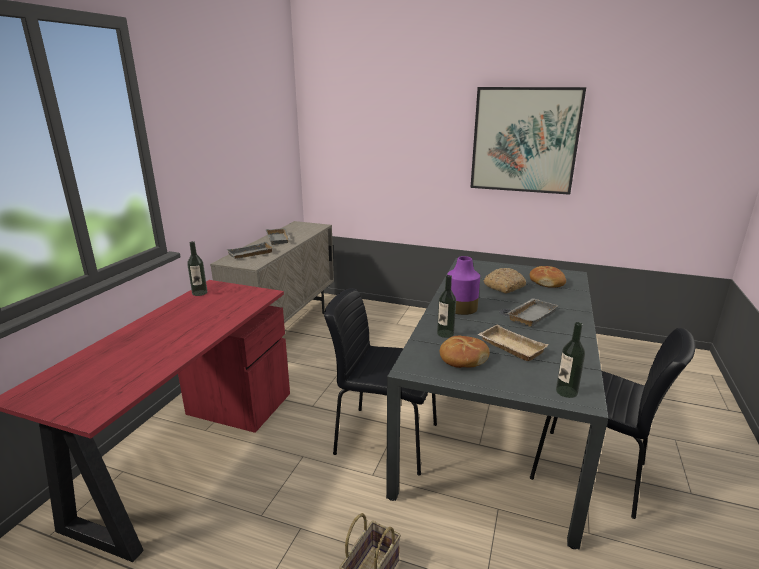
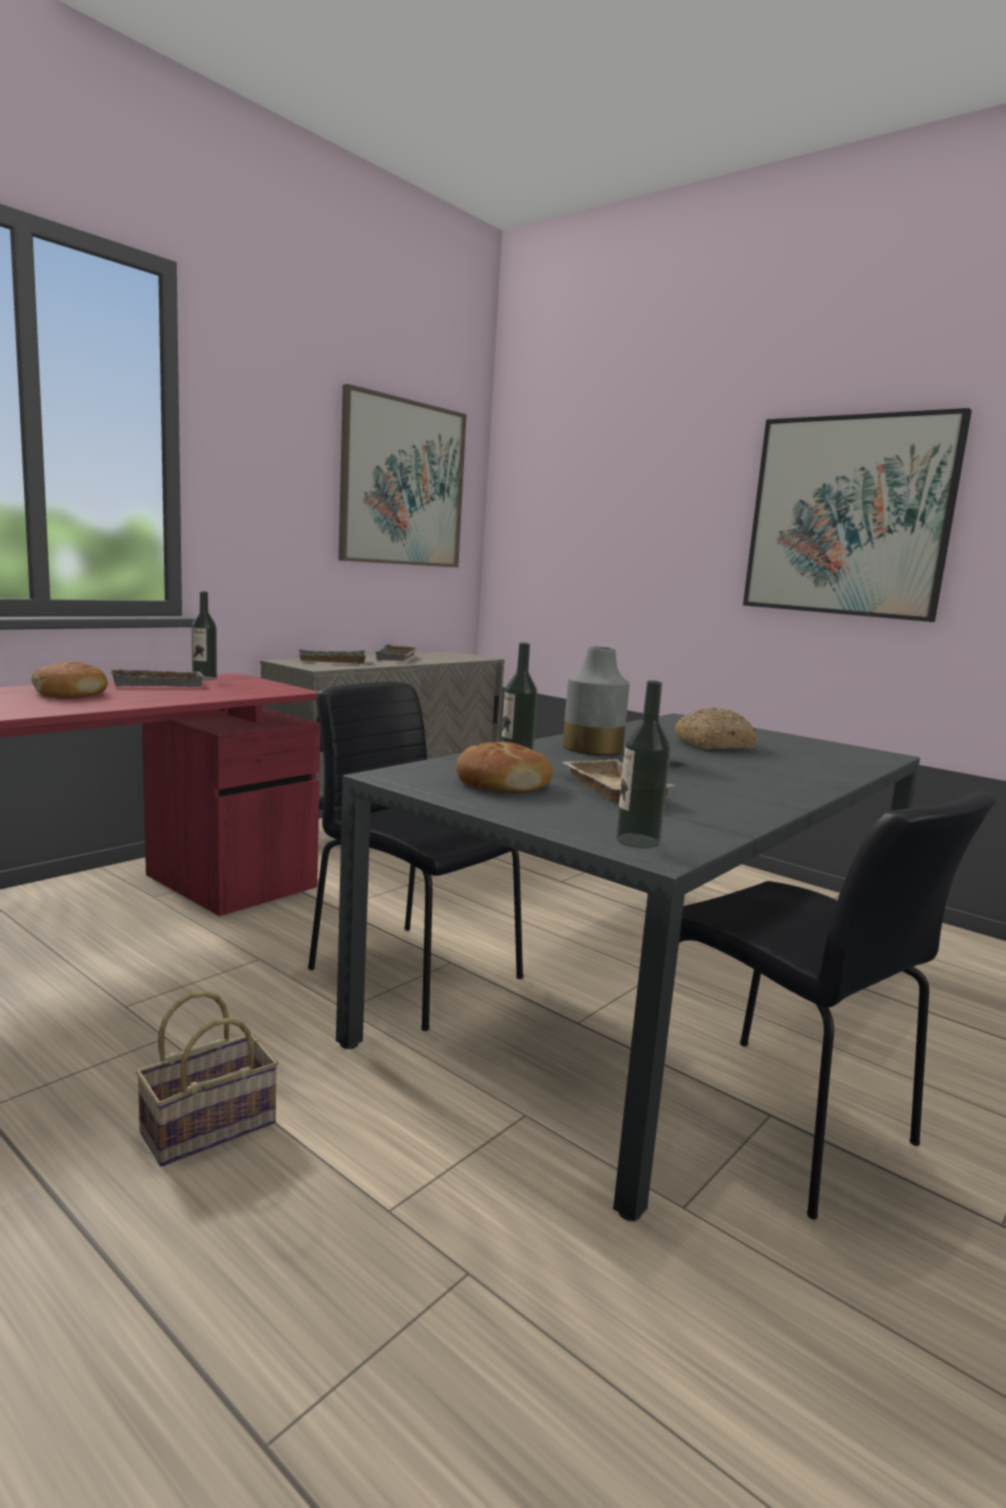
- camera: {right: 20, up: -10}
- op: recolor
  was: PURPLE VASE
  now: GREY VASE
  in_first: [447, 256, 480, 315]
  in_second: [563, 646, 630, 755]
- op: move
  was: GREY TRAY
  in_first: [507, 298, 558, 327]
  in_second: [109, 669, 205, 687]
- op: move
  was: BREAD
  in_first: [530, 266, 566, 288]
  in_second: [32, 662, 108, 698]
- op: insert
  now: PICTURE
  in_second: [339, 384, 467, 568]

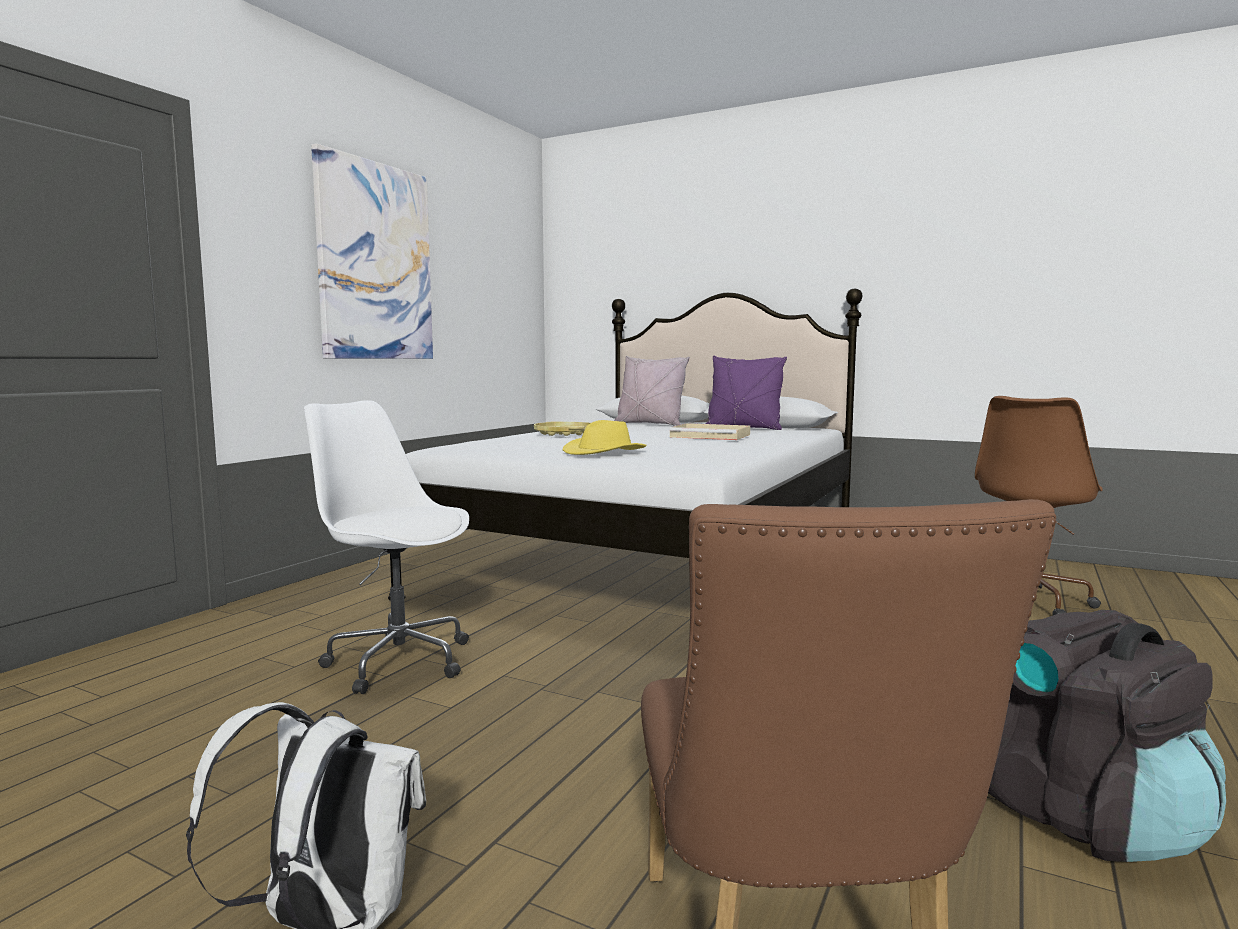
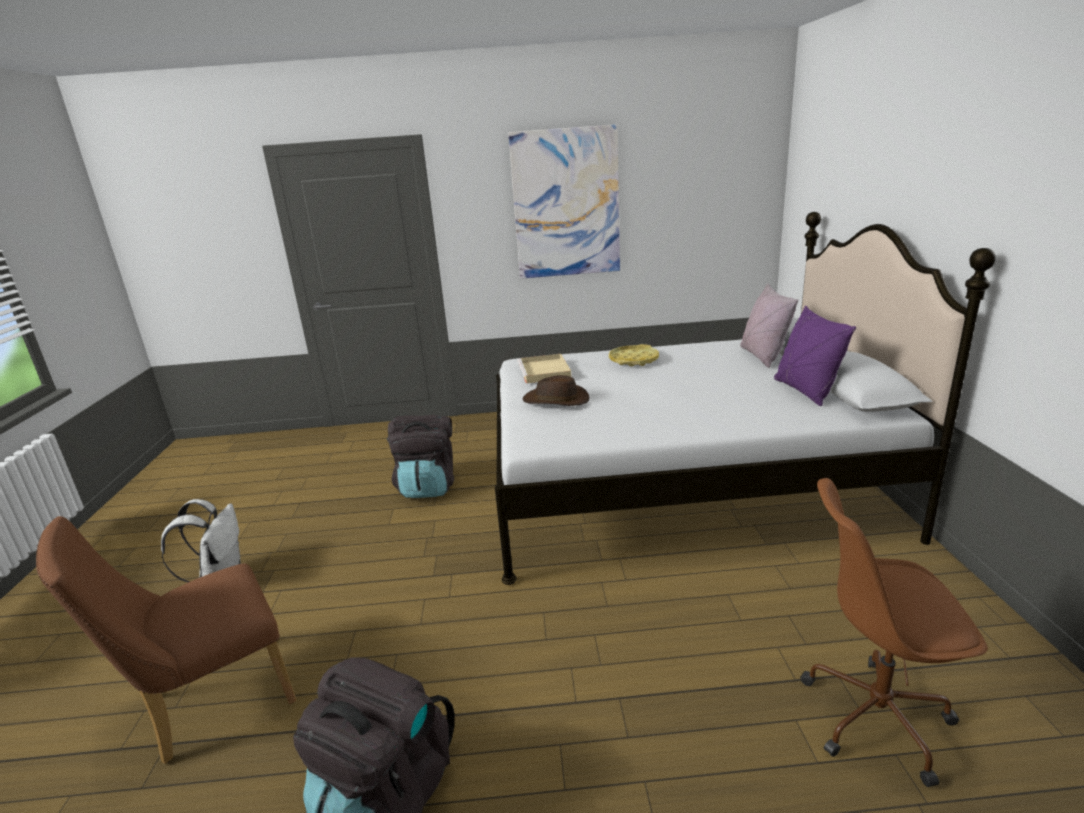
- camera: {right: 60, up: 15}
- op: replace
  was: WHITE OFFICE CHAIR
  now: BLACK BACKPACK
  in_first: [304, 400, 469, 694]
  in_second: [387, 415, 454, 498]
- op: recolor
  was: YELLOW HAT
  now: BROWN HAT
  in_first: [563, 420, 647, 455]
  in_second: [523, 375, 590, 406]
- op: move
  was: BEIGE TRAY
  in_first: [669, 423, 750, 440]
  in_second: [518, 354, 571, 384]

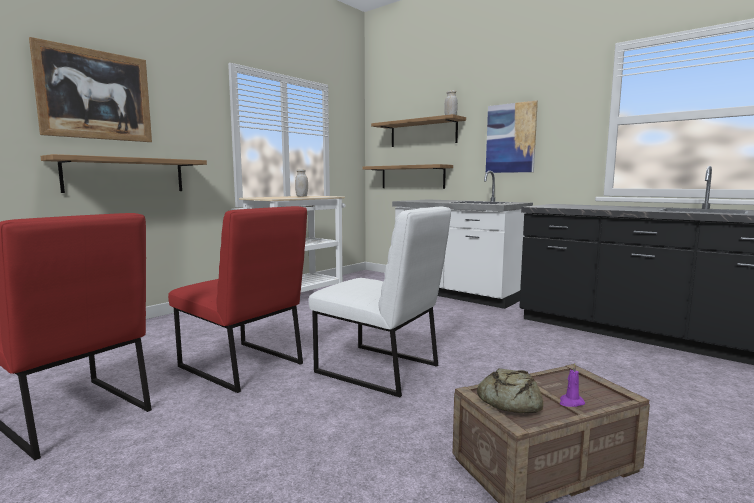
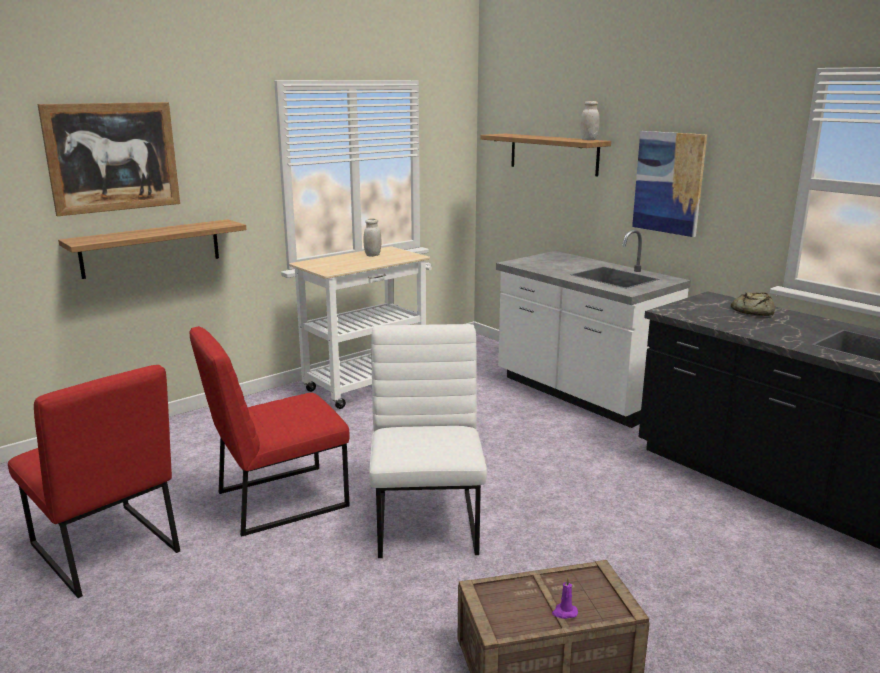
- camera: {right: 10, up: 10}
- op: rotate
  was: RED CHAIR
  in_first: [168, 206, 307, 393]
  in_second: [190, 326, 350, 537]
  clockwise: 105
- op: rotate
  was: WHITE CHAIR
  in_first: [309, 207, 451, 397]
  in_second: [369, 324, 487, 558]
  clockwise: -135
- op: delete
  was: SHELF
  in_first: [363, 164, 453, 189]
- op: move
  was: BREAD
  in_first: [477, 368, 543, 413]
  in_second: [731, 292, 775, 316]

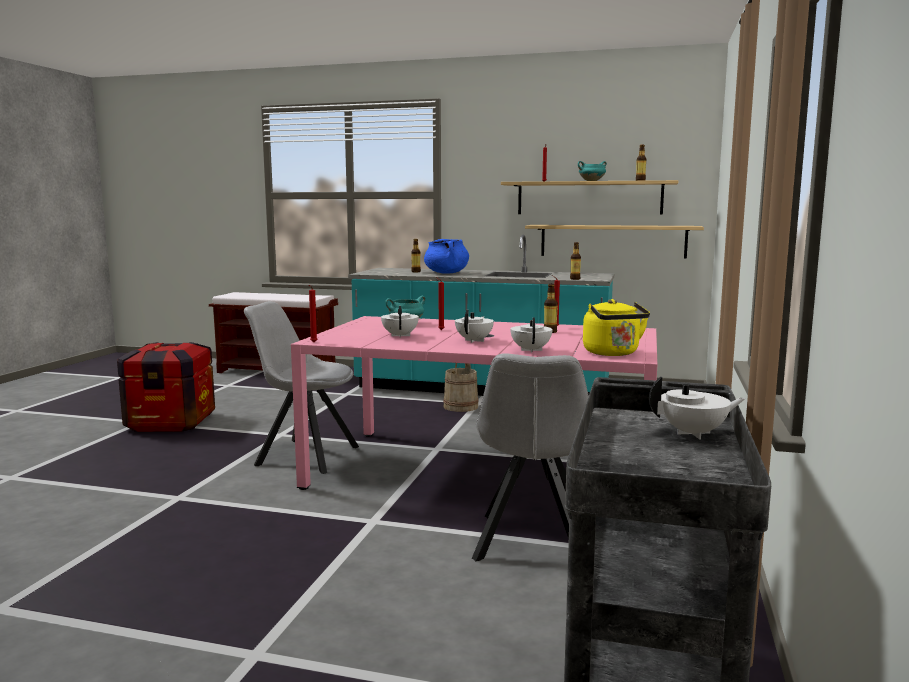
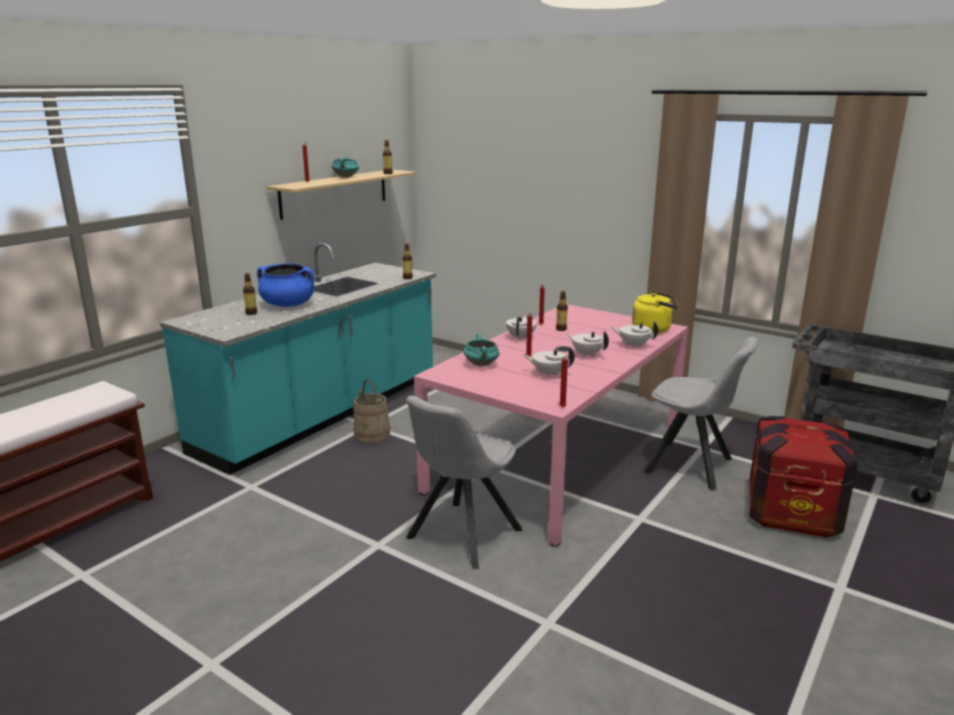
- camera: {right: -70, up: 10}
- op: move
  was: CRATE
  in_first: [117, 342, 215, 432]
  in_second: [749, 416, 858, 537]
- op: delete
  was: SHELF
  in_first: [525, 225, 704, 258]
- op: move
  was: WHITE TEAPOT
  in_first: [649, 377, 746, 439]
  in_second: [506, 316, 537, 340]

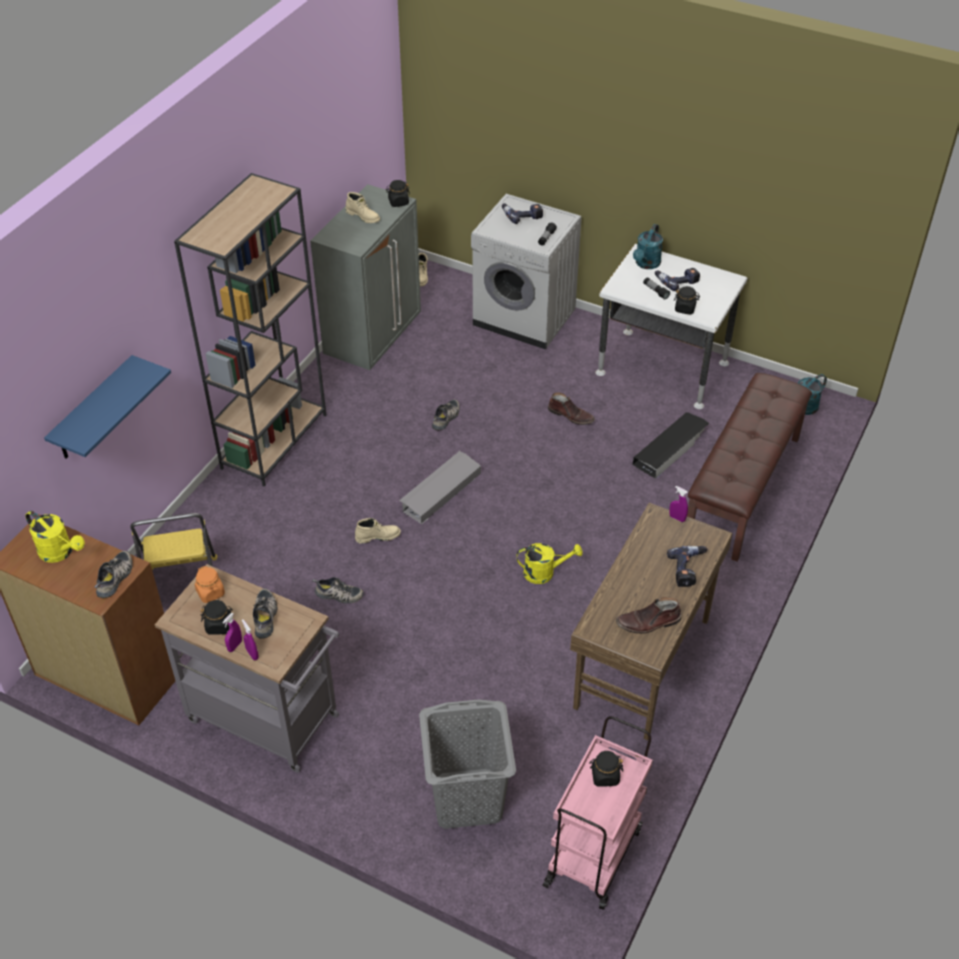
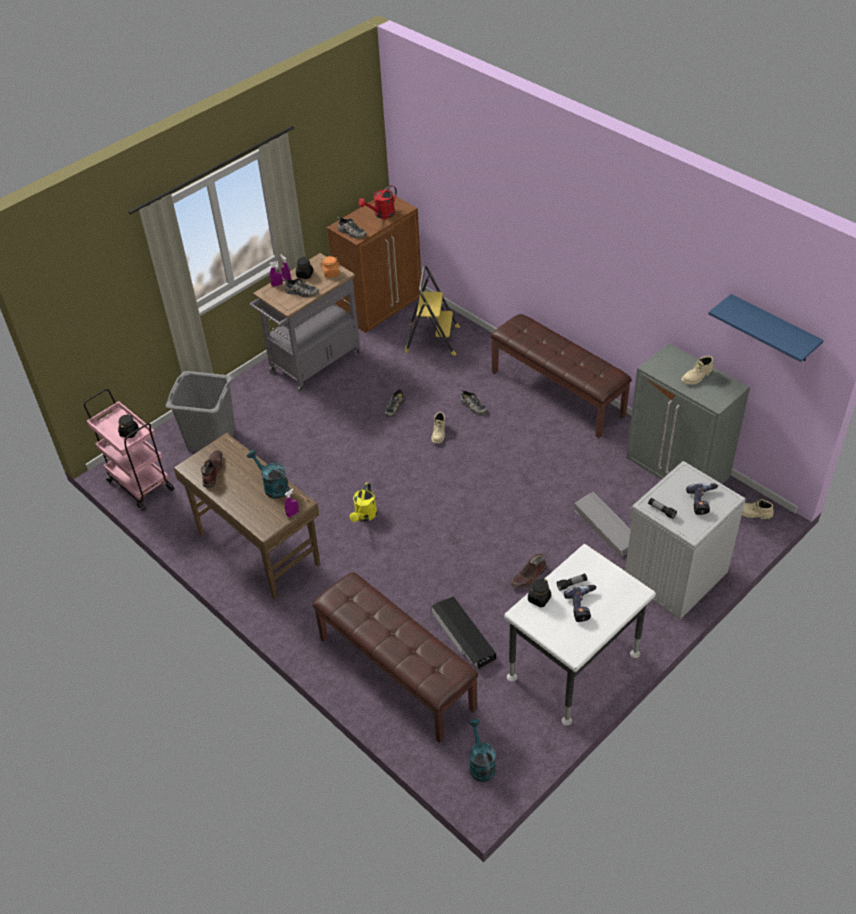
- camera: {right: 110, up: 0}
- op: recolor
  was: YELLOW WATERING CAN
  now: RED WATERING CAN
  in_first: [25, 511, 85, 563]
  in_second: [359, 185, 397, 219]
- op: move
  was: BLUE SHELF
  in_first: [44, 355, 171, 459]
  in_second: [708, 294, 824, 362]
- op: replace
  was: BOOKCASE
  now: BROWN BENCH
  in_first: [174, 173, 326, 487]
  in_second: [491, 314, 632, 438]
- op: delete
  was: BLACK JAR
  in_first: [386, 180, 410, 207]
- op: move
  was: GREY STORAGE BOX
  in_first: [399, 451, 481, 524]
  in_second: [574, 492, 631, 557]
- op: move
  was: SHOE
  in_first: [432, 400, 460, 430]
  in_second: [460, 388, 487, 415]
- op: move
  was: TURQUOISE WATERING CAN
  in_first: [633, 224, 663, 269]
  in_second: [247, 450, 289, 499]
- op: delete
  was: POWER DRILL
  in_first: [667, 546, 708, 587]

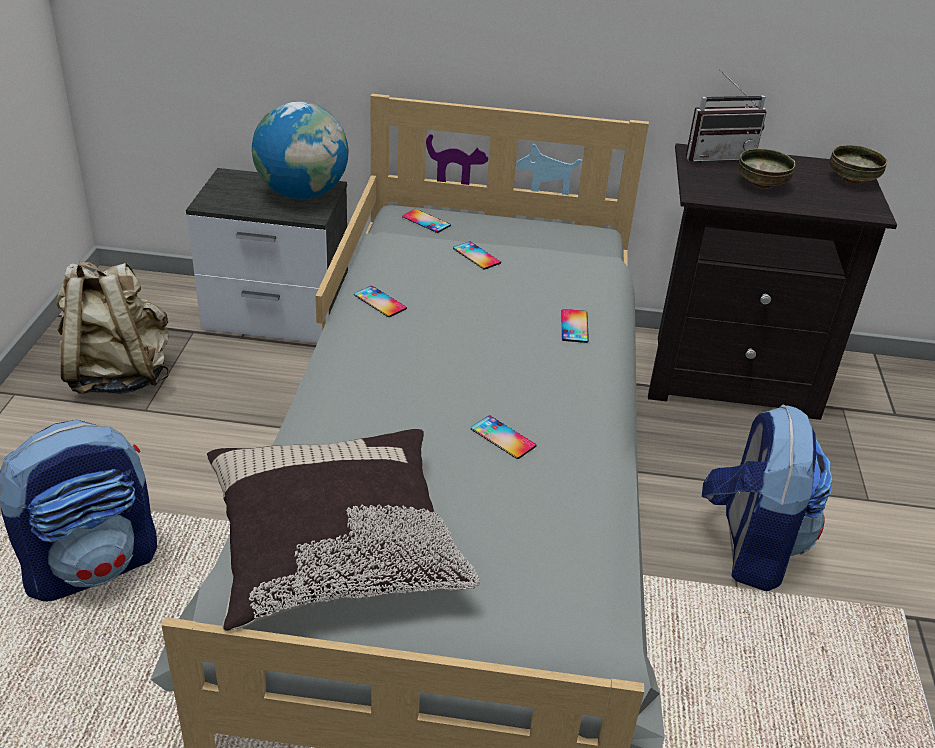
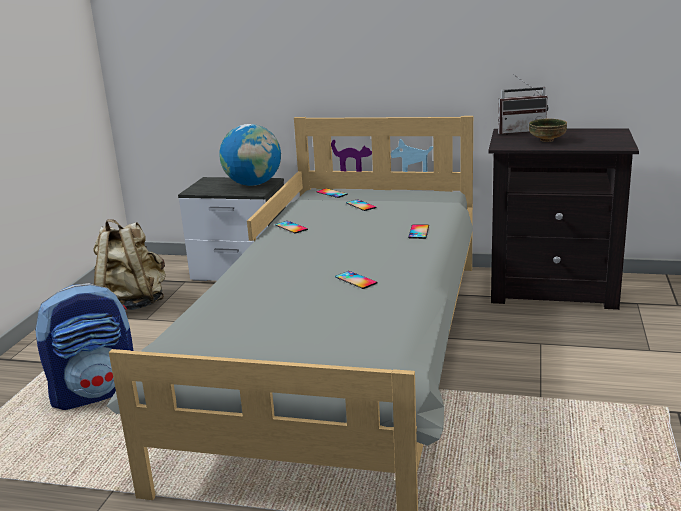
- camera: {right: 10, up: -15}
- op: delete
  was: PILLOW
  in_first: [207, 429, 480, 631]
- op: delete
  was: BACKPACK
  in_first: [702, 404, 832, 591]
- op: delete
  was: BOWL
  in_first: [830, 145, 887, 184]

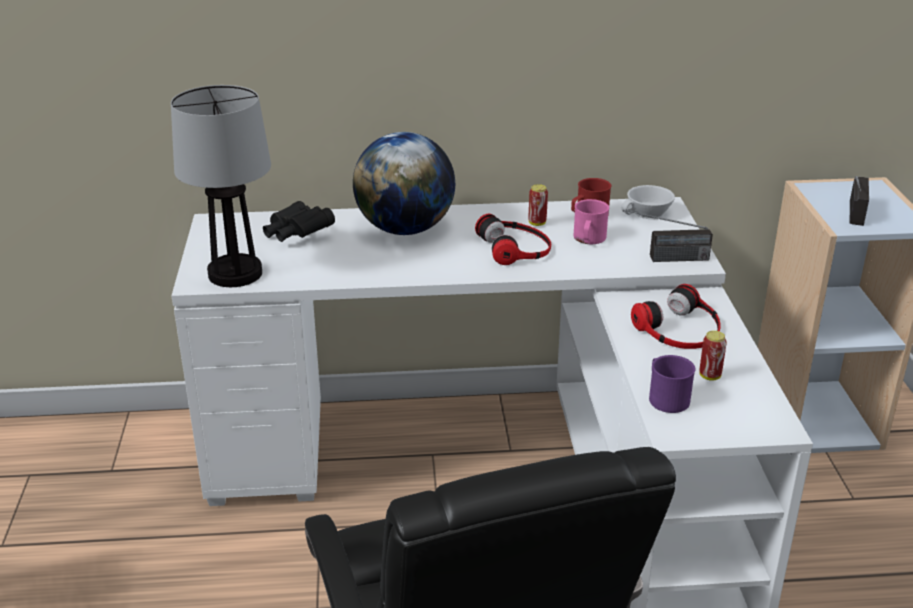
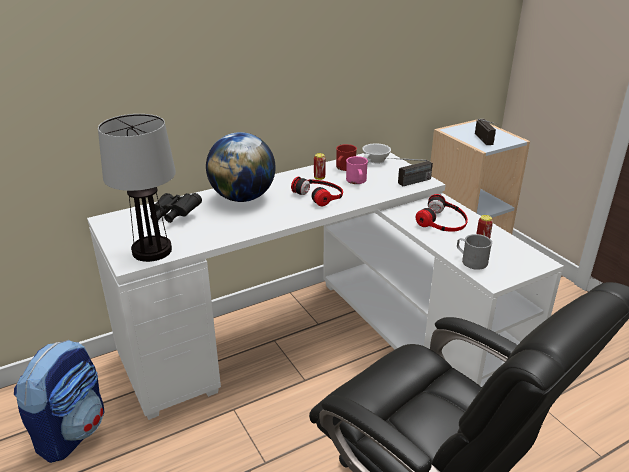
- camera: {right: -25, up: 0}
- op: recolor
  was: PURPLE MUG
  now: GREY MUG
  in_first: [649, 355, 696, 413]
  in_second: [457, 234, 492, 270]
- op: insert
  now: BACKPACK
  in_second: [14, 340, 105, 463]

